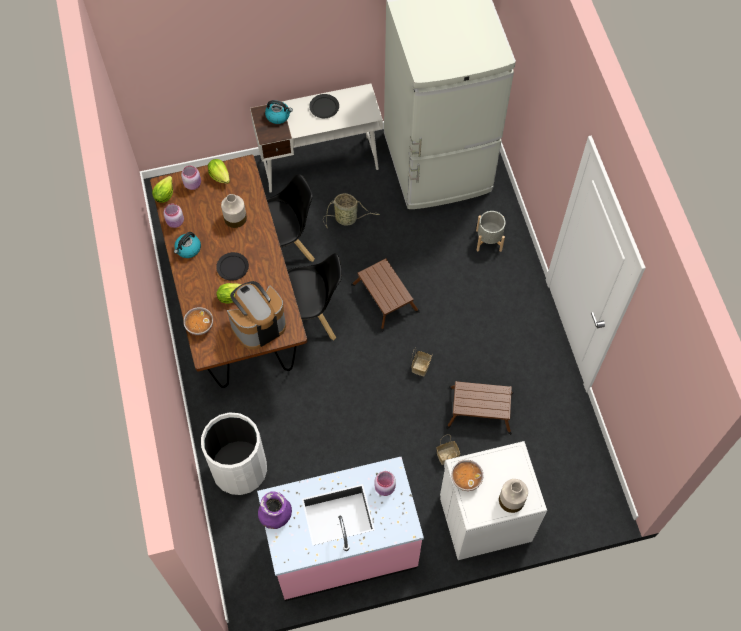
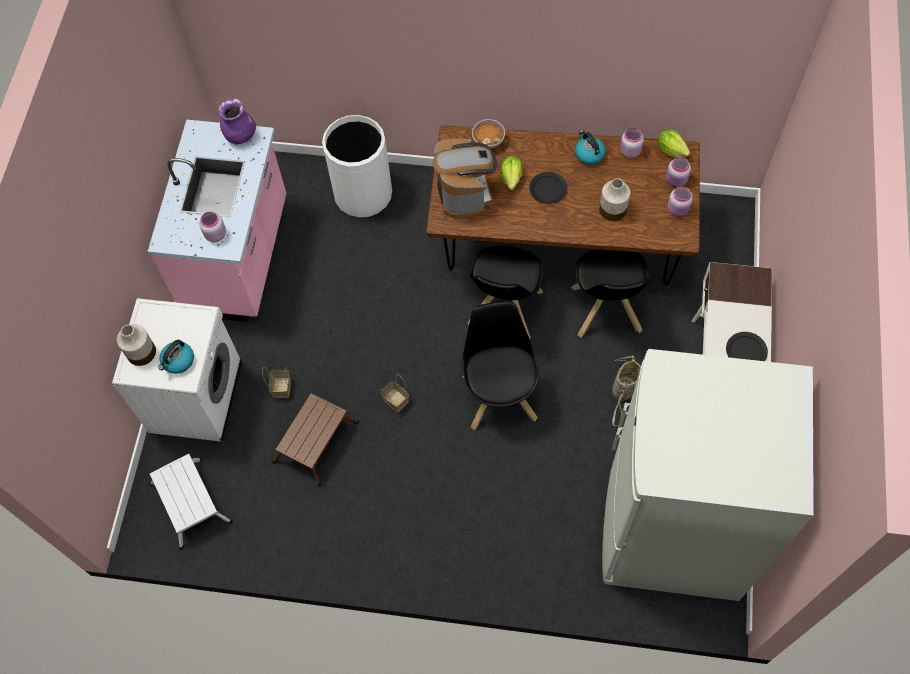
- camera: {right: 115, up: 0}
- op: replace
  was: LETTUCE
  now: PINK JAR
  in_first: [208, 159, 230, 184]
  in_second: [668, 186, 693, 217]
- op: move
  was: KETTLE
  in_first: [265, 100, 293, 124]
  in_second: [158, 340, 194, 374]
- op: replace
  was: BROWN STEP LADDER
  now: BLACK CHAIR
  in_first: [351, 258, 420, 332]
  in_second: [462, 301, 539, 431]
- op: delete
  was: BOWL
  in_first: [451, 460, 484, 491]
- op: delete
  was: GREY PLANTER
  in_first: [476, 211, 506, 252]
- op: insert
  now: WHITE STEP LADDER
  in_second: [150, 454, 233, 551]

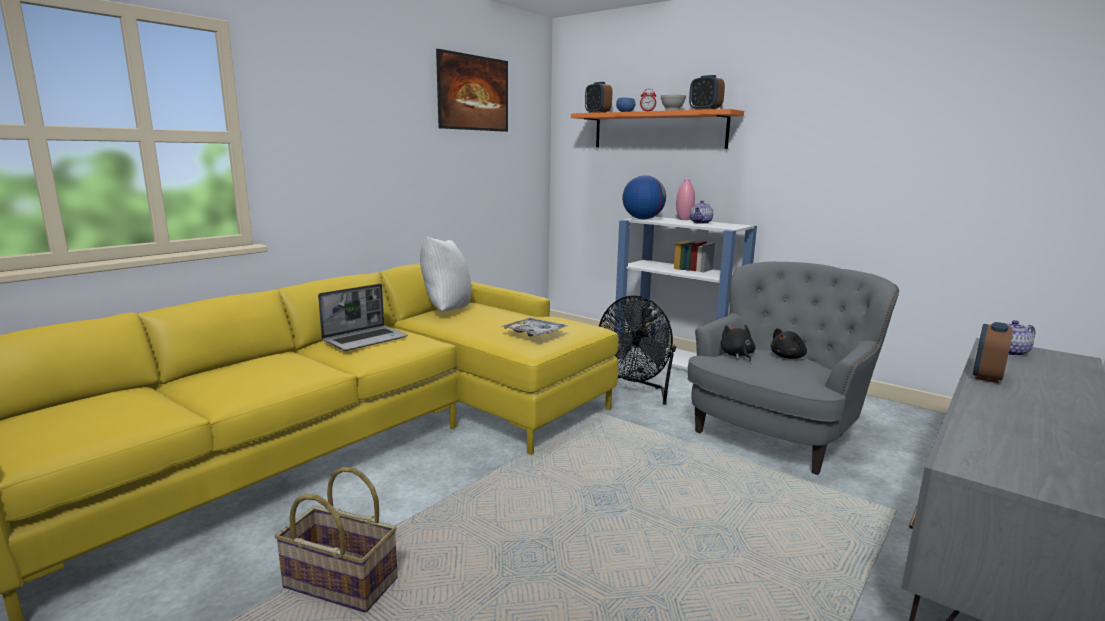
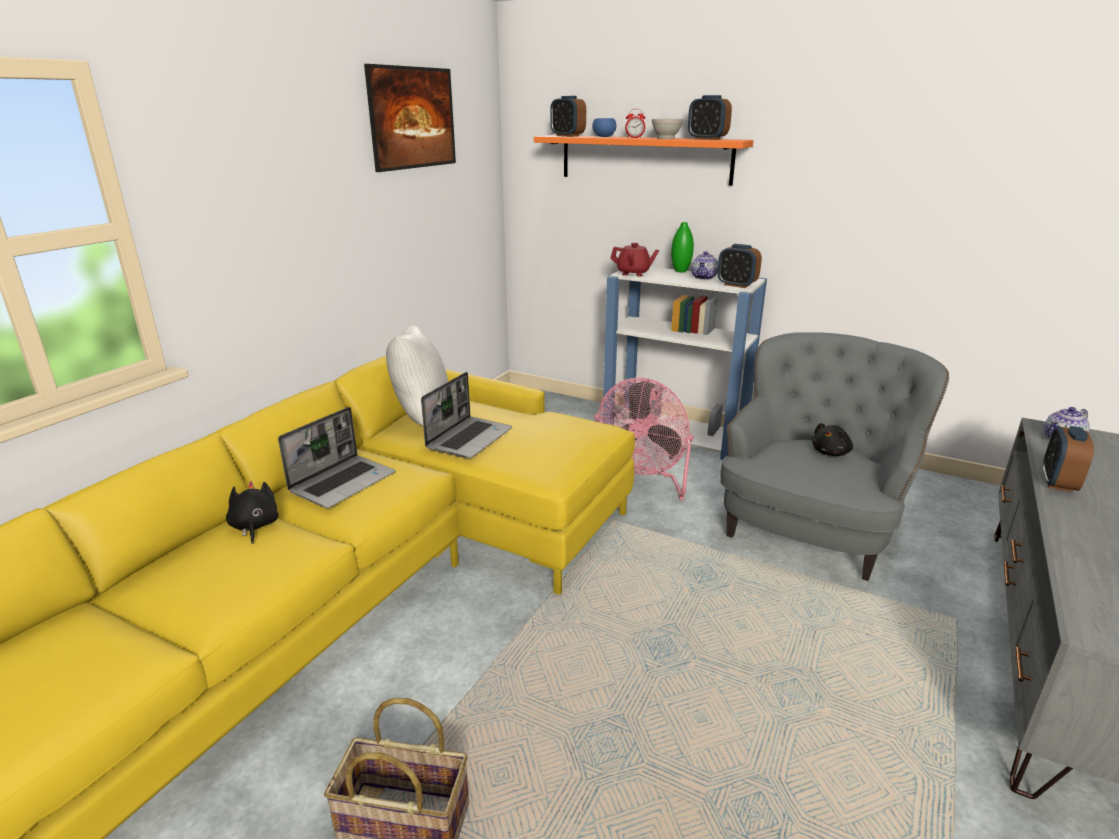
- camera: {right: -10, up: 10}
- op: delete
  was: TRAY
  in_first: [502, 318, 568, 337]
- op: recolor
  was: BLACK FAN
  now: PINK FAN
  in_first: [599, 296, 676, 405]
  in_second: [594, 378, 694, 500]
- op: replace
  was: GLOBE
  now: RED TEAPOT
  in_first: [622, 175, 666, 219]
  in_second: [610, 243, 659, 276]
- op: recolor
  was: PINK VASE
  now: GREEN VASE
  in_first: [676, 179, 695, 220]
  in_second: [671, 222, 694, 273]
- op: move
  was: BLACK PLUSH TOY
  in_first: [721, 324, 755, 362]
  in_second: [226, 481, 278, 544]
- op: insert
  now: LAPTOP
  in_second: [421, 372, 512, 458]
- op: insert
  now: ALARM CLOCK
  in_second: [718, 244, 762, 288]

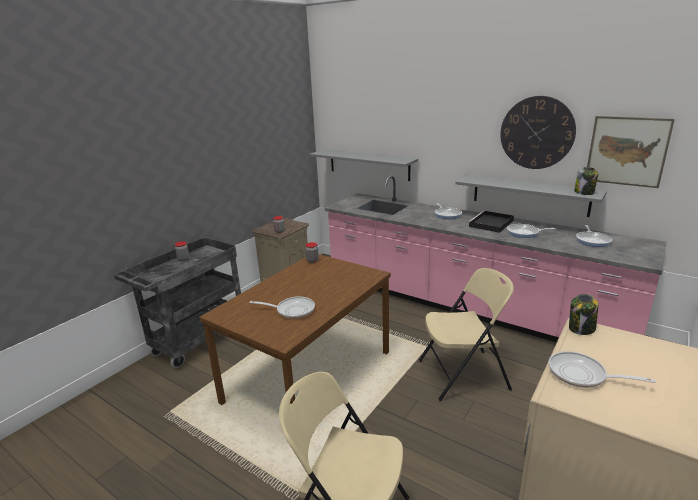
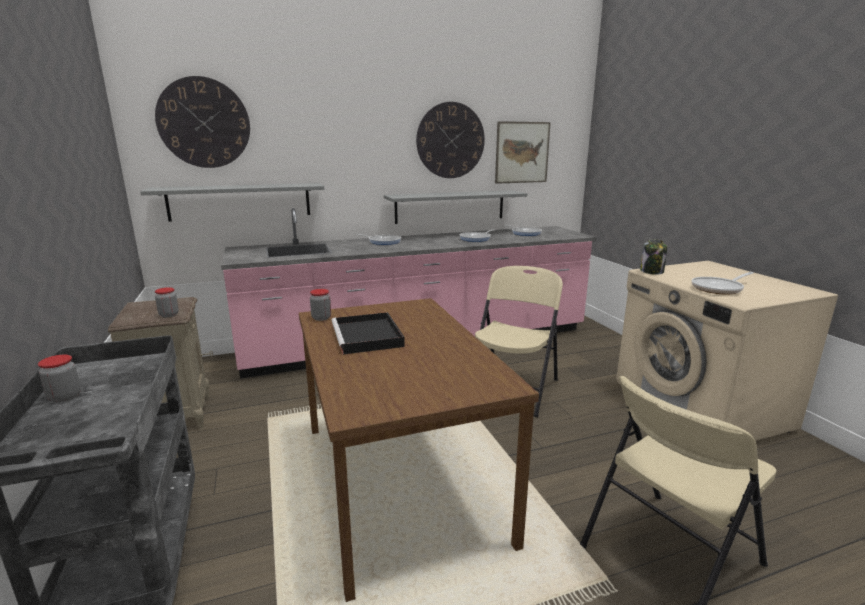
- camera: {right: -55, up: -5}
- op: delete
  was: FRYING PAN
  in_first: [249, 297, 315, 319]
- op: move
  was: BLACK TRAY
  in_first: [468, 211, 514, 233]
  in_second: [331, 312, 405, 354]
- op: delete
  was: JAR
  in_first: [574, 167, 598, 195]
- op: insert
  now: WALL CLOCK
  in_second: [155, 76, 250, 168]

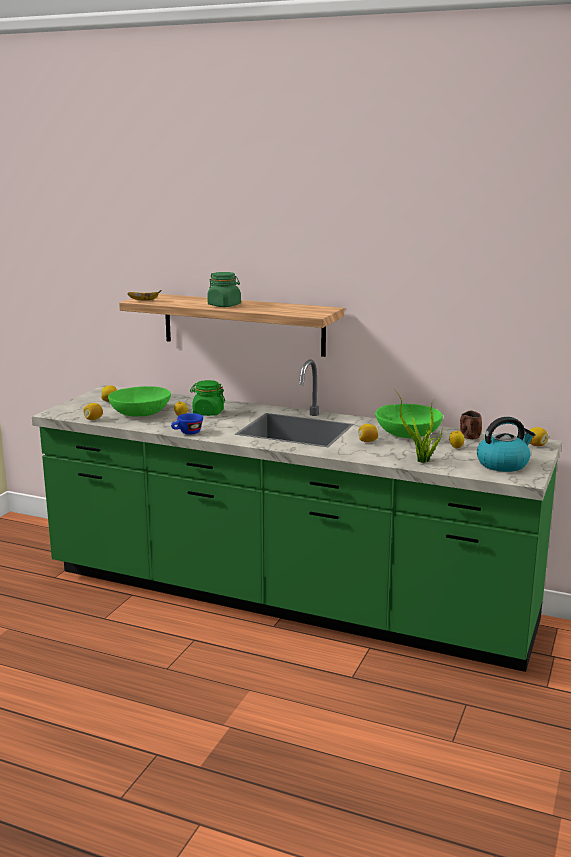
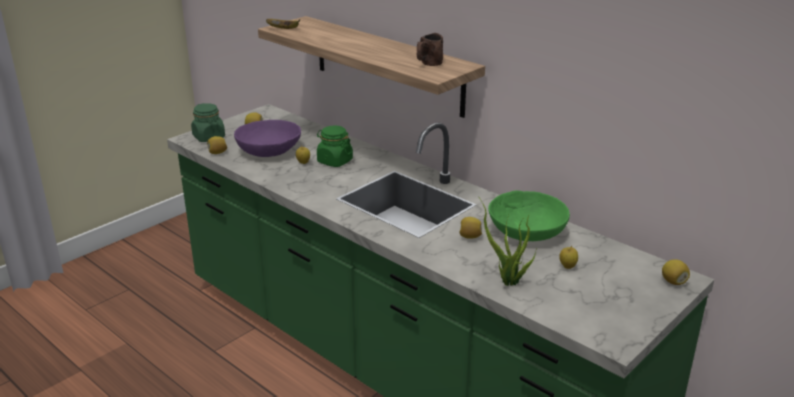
- camera: {right: 20, up: 10}
- op: recolor
  was: GREEN BOWL
  now: PURPLE BOWL
  in_first: [108, 386, 171, 416]
  in_second: [234, 120, 301, 157]
- op: delete
  was: BLUE CUP
  in_first: [171, 413, 203, 435]
- op: move
  was: GREEN JAR
  in_first: [207, 272, 241, 307]
  in_second: [191, 103, 225, 142]
- op: move
  was: BROWN MUG
  in_first: [460, 410, 482, 439]
  in_second: [417, 33, 443, 66]
- op: delete
  was: KETTLE
  in_first: [477, 417, 535, 472]

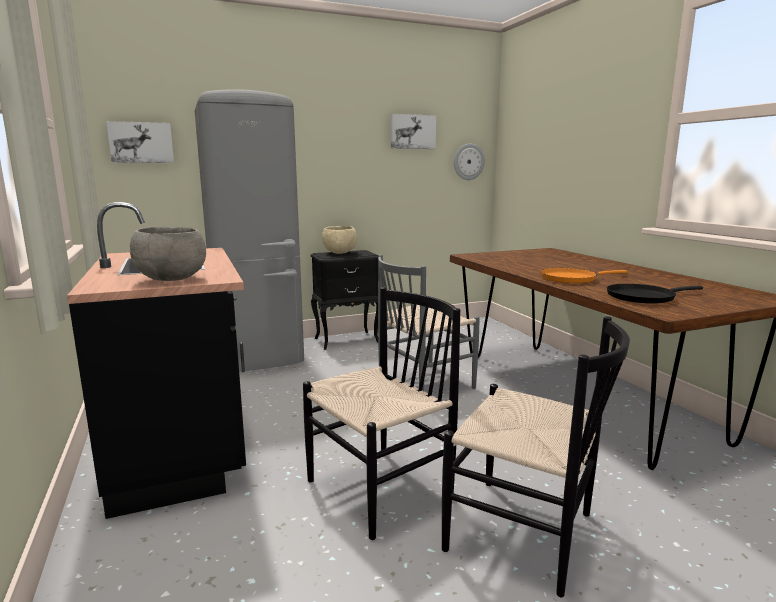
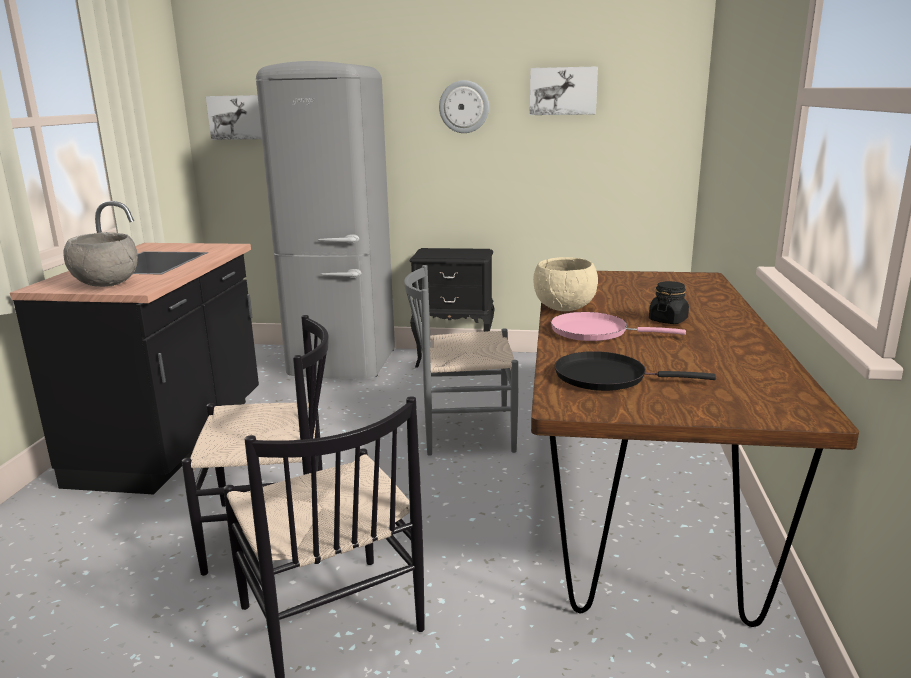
- camera: {right: 30, up: 5}
- op: move
  was: BEIGE BOWL
  in_first: [322, 226, 357, 254]
  in_second: [533, 257, 598, 311]
- op: move
  was: WALL CLOCK
  in_first: [454, 144, 485, 180]
  in_second: [439, 80, 489, 133]
- op: recolor
  was: ORANGE FRYING PAN
  now: PINK FRYING PAN
  in_first: [541, 268, 628, 283]
  in_second: [551, 312, 686, 341]
- op: insert
  now: BLACK JAR
  in_second: [649, 281, 689, 324]

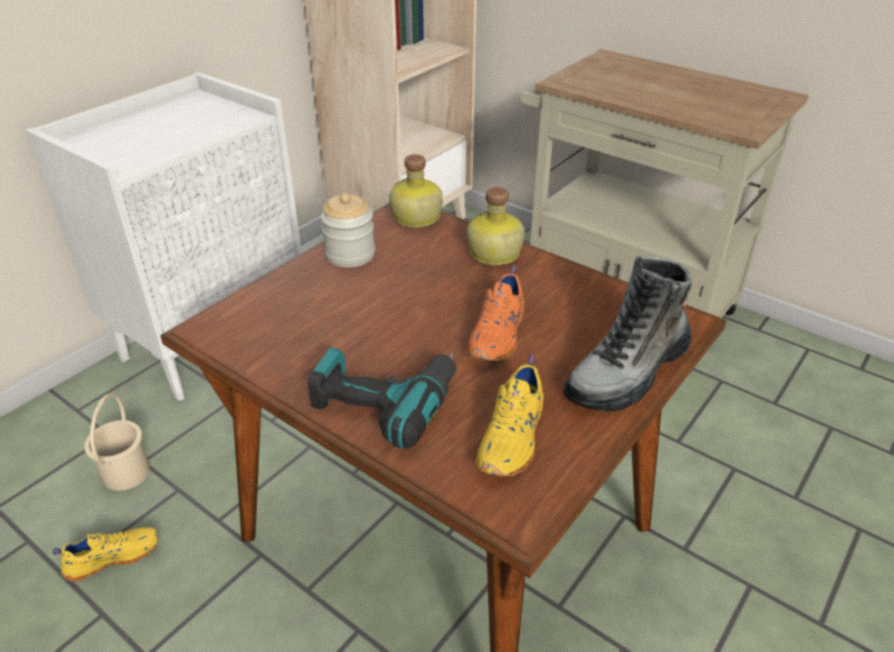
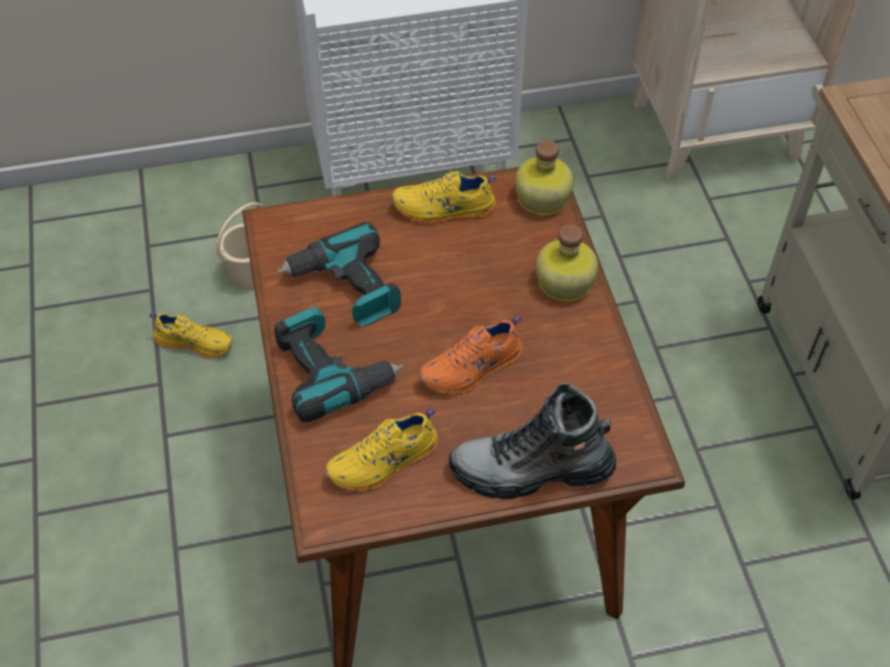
- camera: {right: 40, up: 15}
- op: replace
  was: JAR
  now: YELLOW SHOE
  in_first: [321, 193, 375, 267]
  in_second: [392, 171, 496, 225]
- op: insert
  now: POWER DRILL
  in_second: [277, 222, 401, 327]

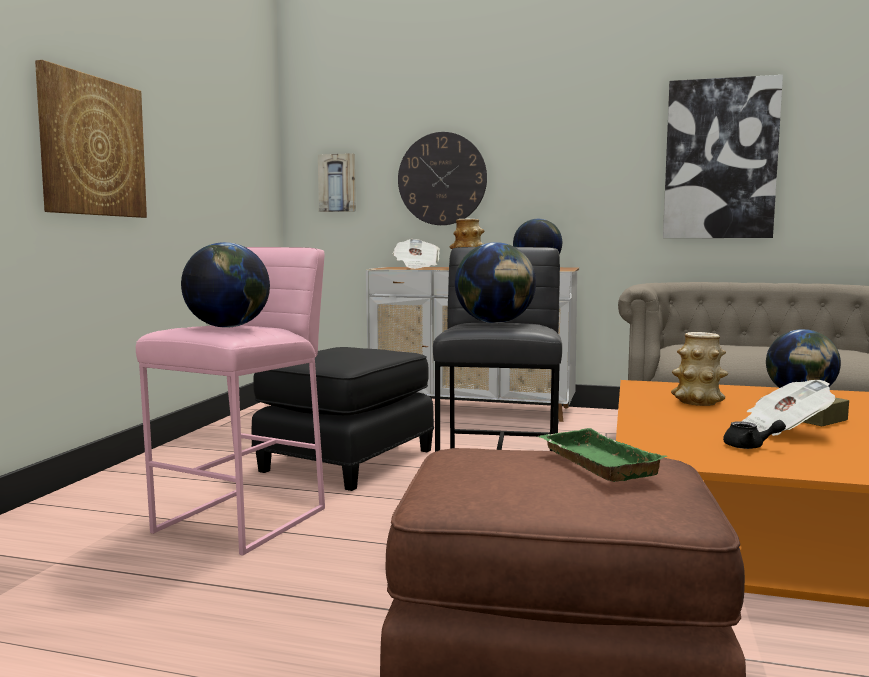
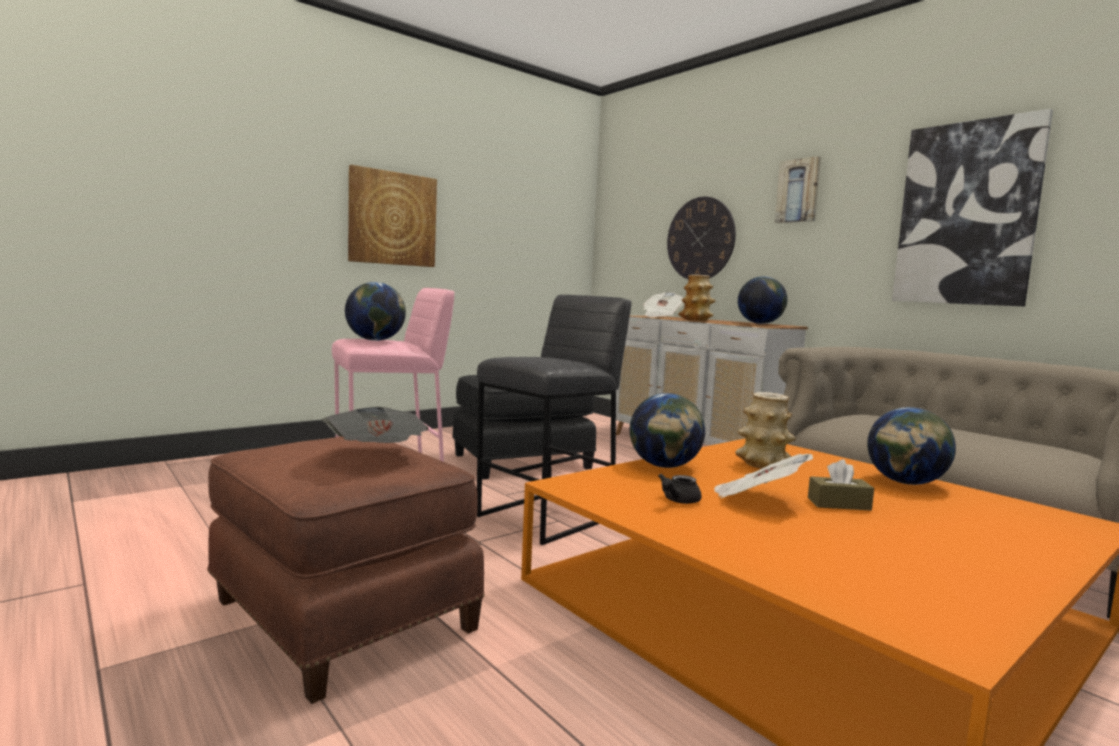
- camera: {right: 35, up: 0}
- op: move
  was: PICTURE
  in_first: [318, 153, 356, 212]
  in_second: [775, 156, 821, 223]
- op: move
  was: GLOBE
  in_first: [455, 242, 536, 323]
  in_second: [630, 393, 705, 468]
- op: replace
  was: GREEN TRAY
  now: NEWSPAPER
  in_first: [538, 428, 668, 482]
  in_second: [322, 407, 429, 443]
- op: rotate
  was: BLACK TEAPOT
  in_first: [723, 420, 786, 449]
  in_second: [658, 474, 701, 504]
  clockwise: 75

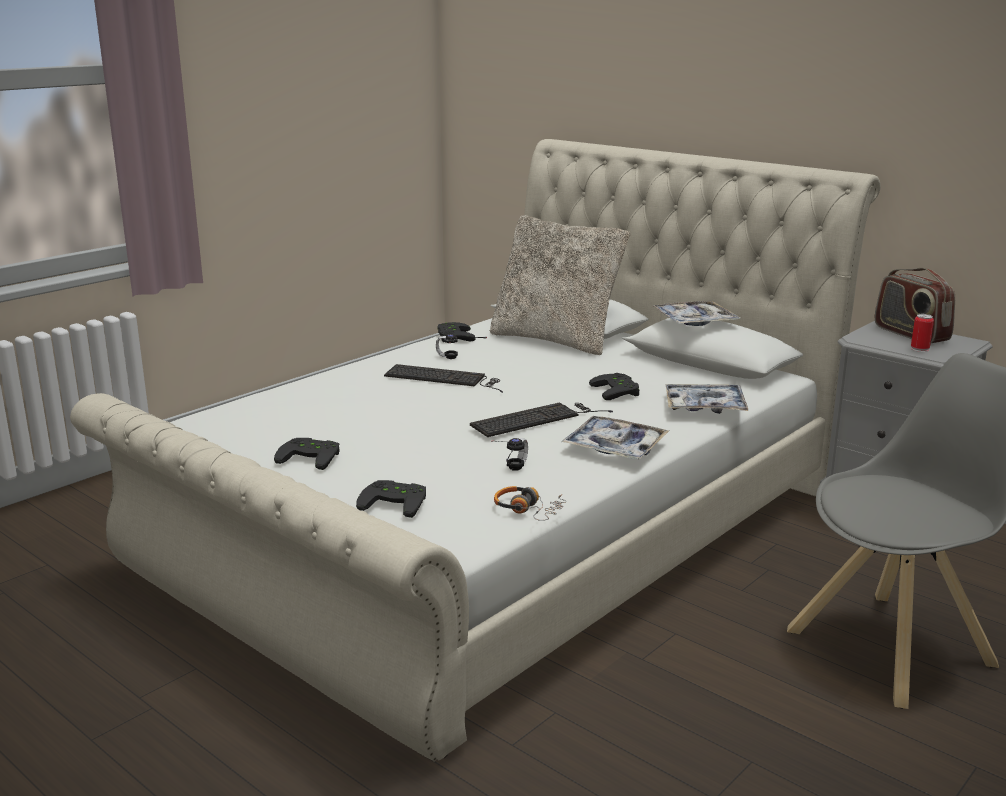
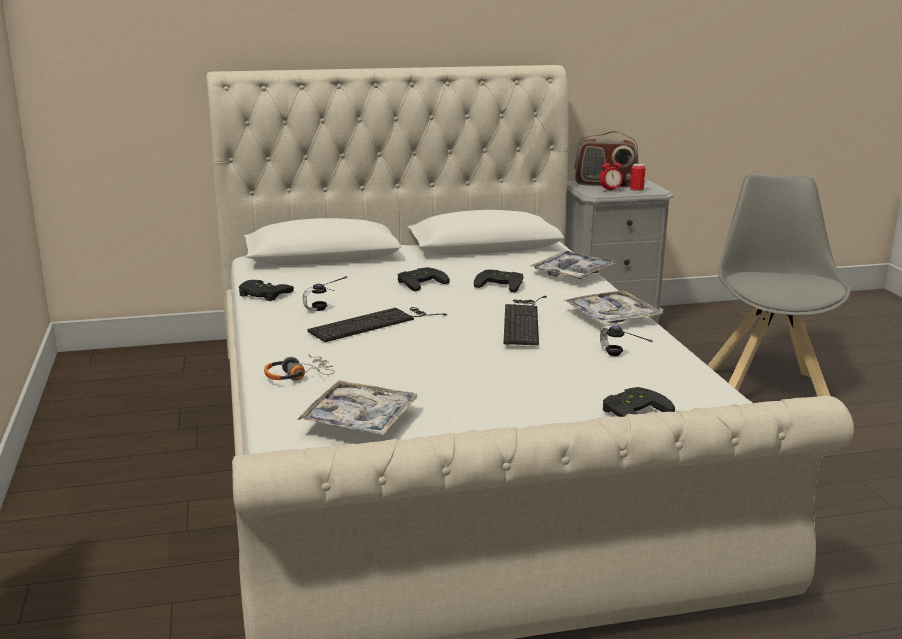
- camera: {right: -55, up: 0}
- op: move
  was: BLACK GAME CONTROLLER
  in_first: [274, 438, 340, 470]
  in_second: [398, 267, 450, 291]
- op: delete
  was: BEIGE PILLOW
  in_first: [490, 215, 631, 355]
- op: move
  was: HEADPHONES
  in_first: [494, 486, 566, 521]
  in_second: [264, 354, 335, 380]
- op: move
  was: TRAY
  in_first: [654, 301, 740, 326]
  in_second: [297, 381, 418, 435]
- op: insert
  now: ALARM CLOCK
  in_second: [600, 157, 623, 192]

